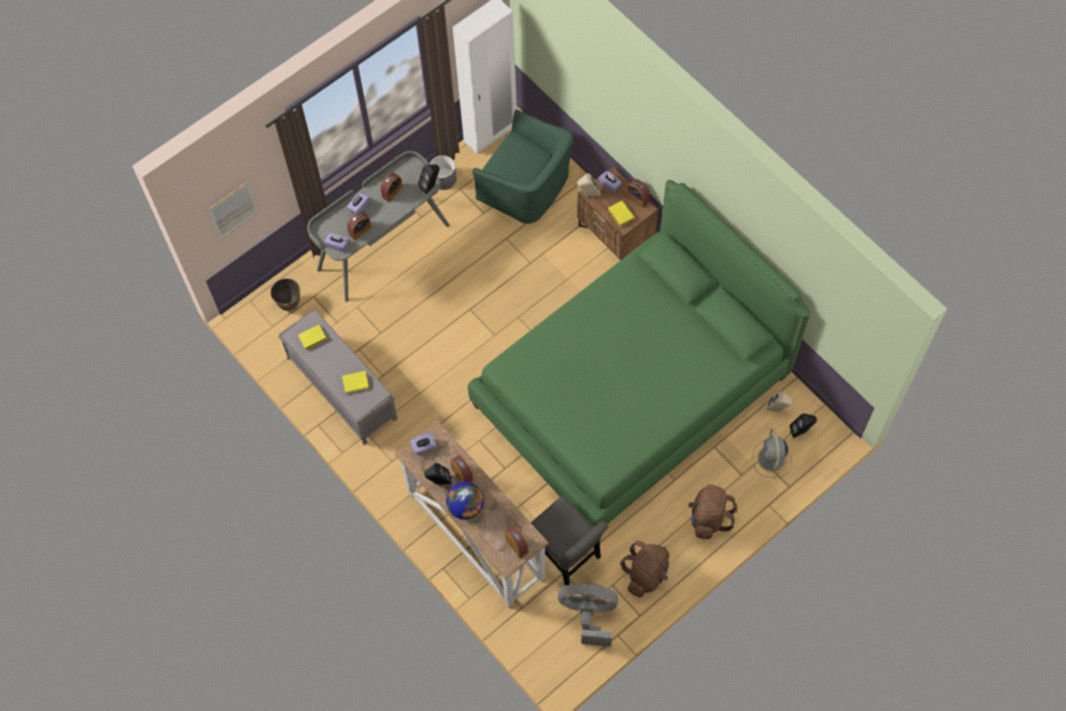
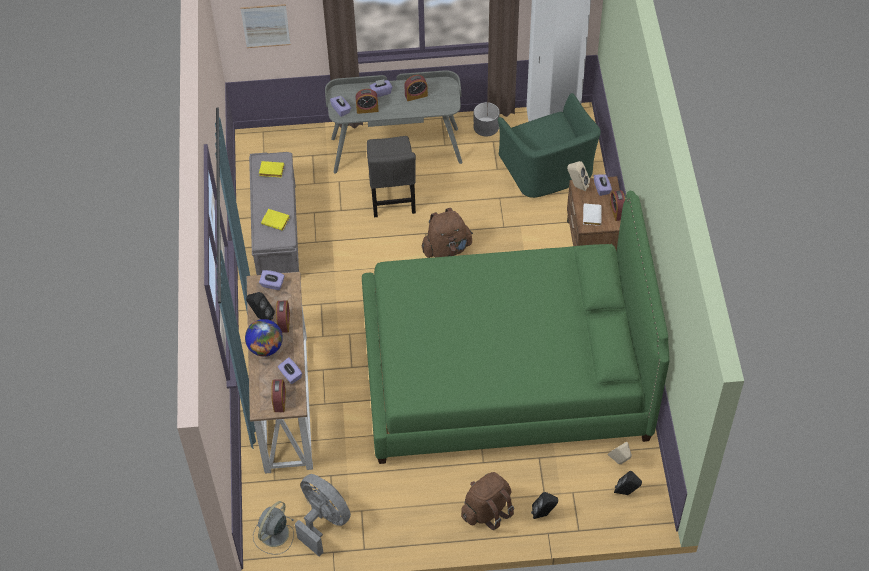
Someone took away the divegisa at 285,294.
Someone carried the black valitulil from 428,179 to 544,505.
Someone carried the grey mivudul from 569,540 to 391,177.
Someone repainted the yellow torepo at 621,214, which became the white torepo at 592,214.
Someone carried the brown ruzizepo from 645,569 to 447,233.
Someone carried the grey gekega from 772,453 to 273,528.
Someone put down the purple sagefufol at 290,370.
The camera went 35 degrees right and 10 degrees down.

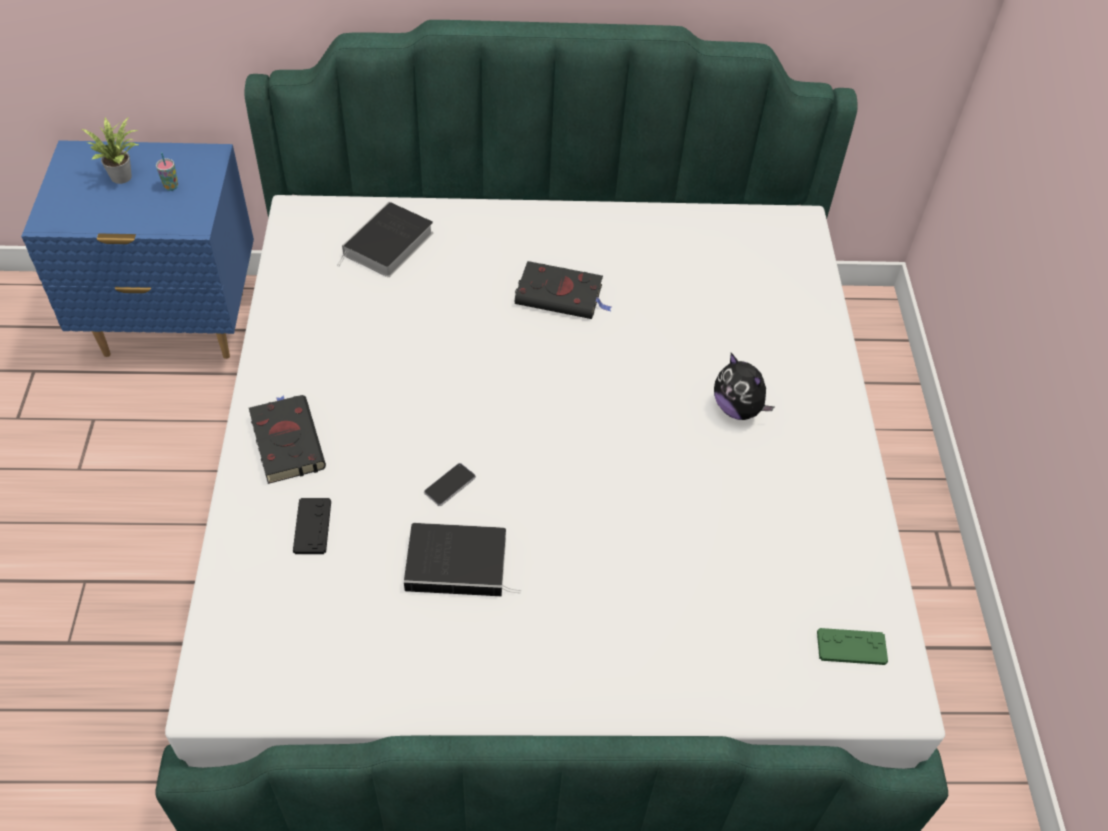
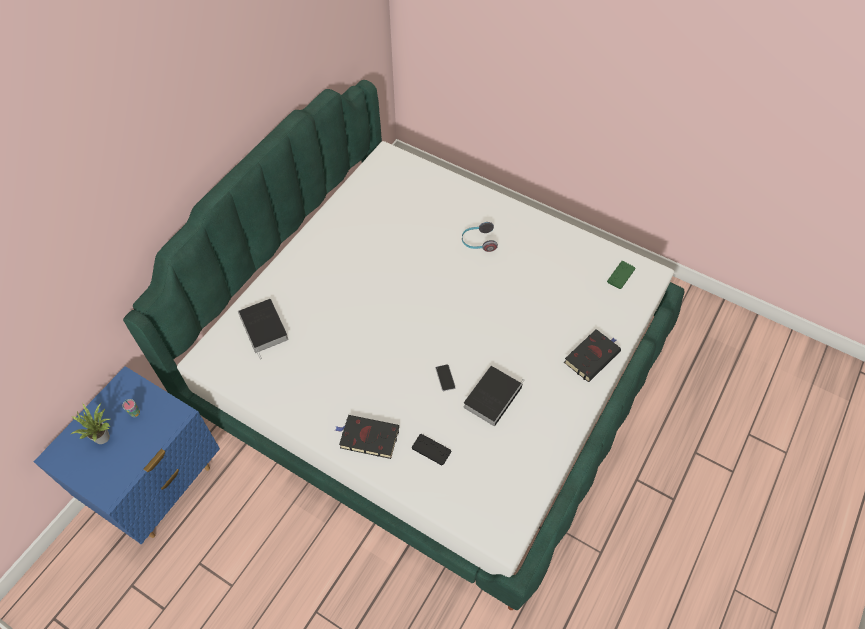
Someone carried the black torepo from 563,290 to 592,355.
Someone swapped the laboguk at 744,386 for the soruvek at 480,237.
The camera went 55 degrees left and 5 degrees up.

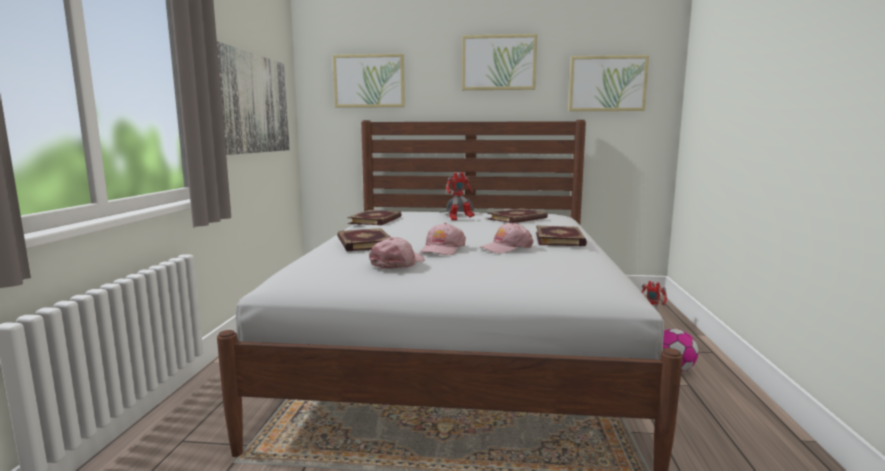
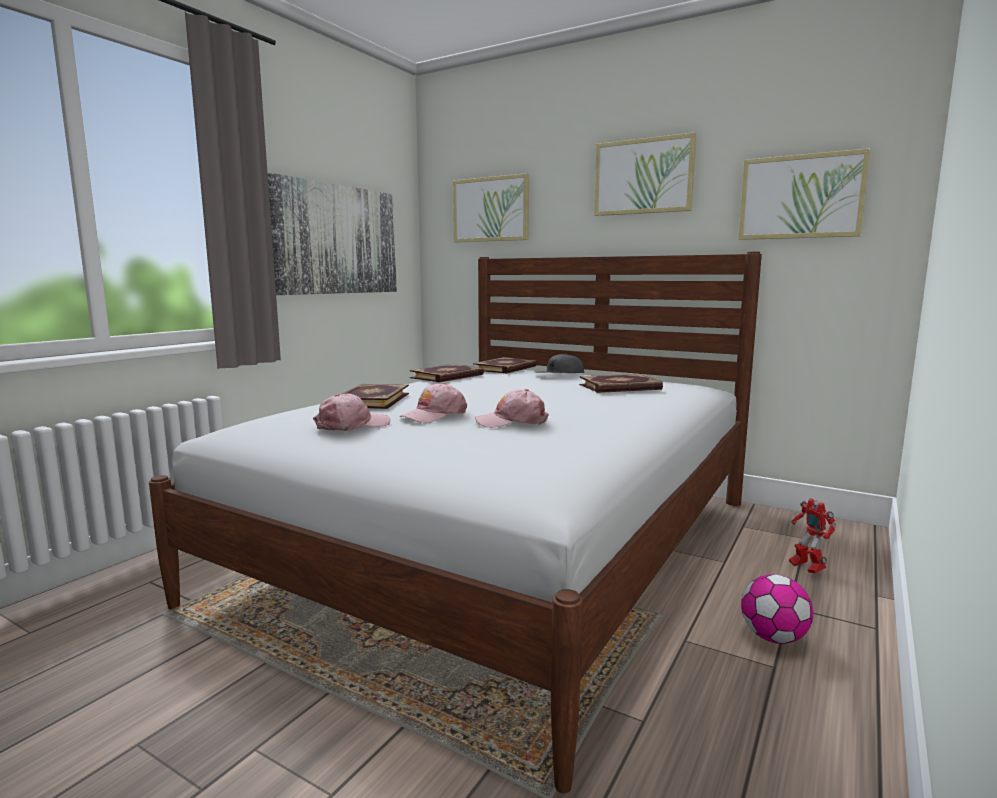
Someone took away the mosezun at 460,196.
Someone carried the torepo from 561,235 to 505,365.
The camera went 25 degrees right and 0 degrees up.

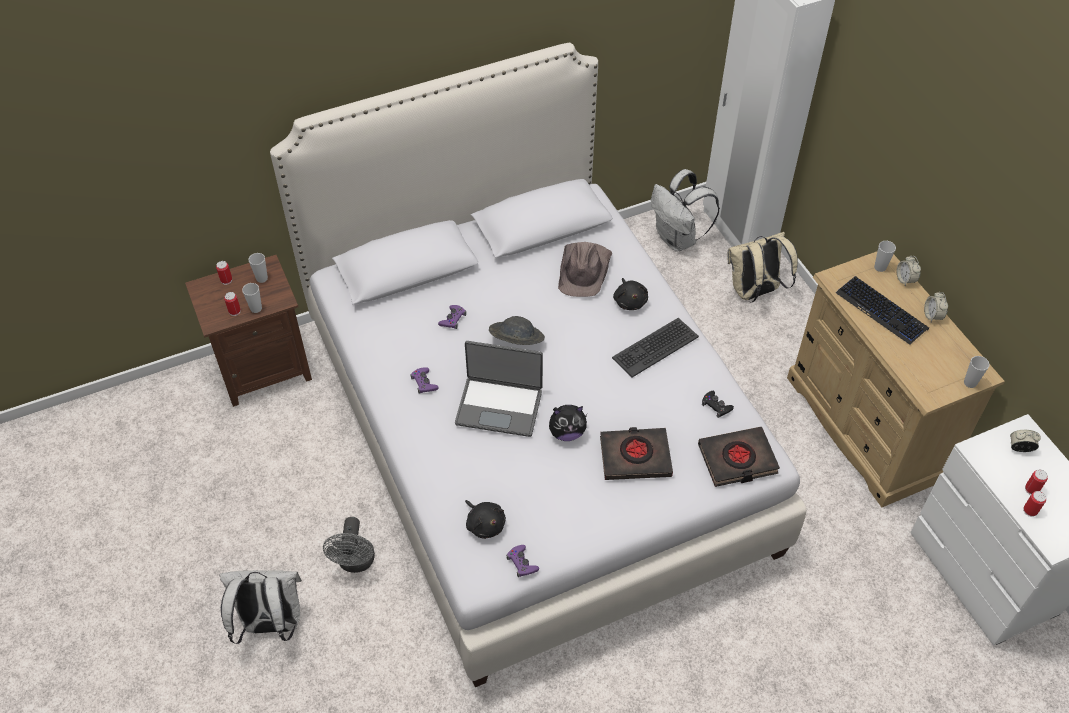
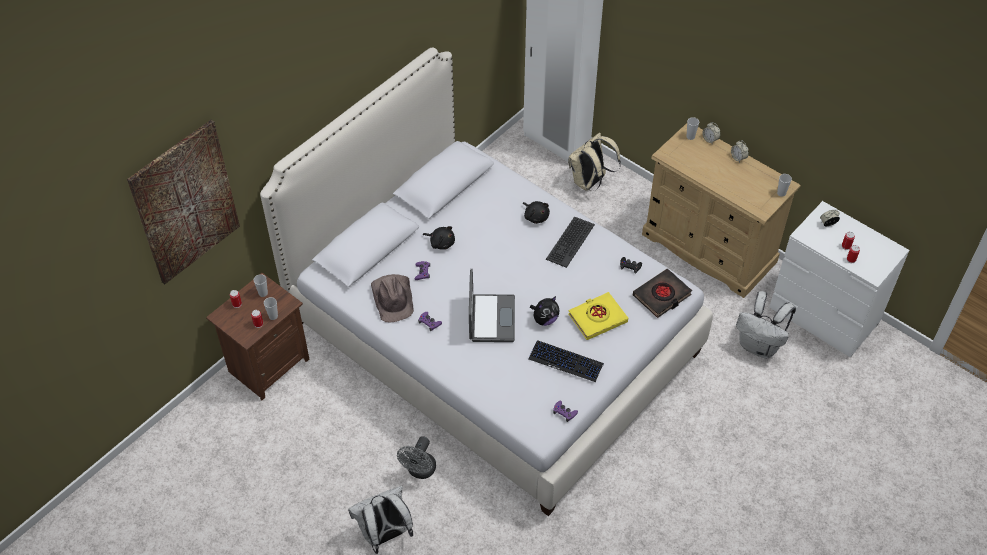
Someone rotated the grey gekega at 349,545 by 45 degrees clockwise.
Someone rotated the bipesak at 499,389 by 75 degrees counterclockwise.
Someone carried the black laboguk from 485,519 to 439,238.
Someone took away the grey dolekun at 517,330.
Someone carried the brown dolekun from 585,269 to 392,298.
Someone repainted the black torepo at 636,453, which became the yellow torepo at 598,316.
Someone carried the white ruzizepo from 685,210 to 766,325.
Someone carried the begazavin from 882,310 to 566,361.
Someone put up the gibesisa at 183,202.
The camera went 25 degrees left and 0 degrees up.

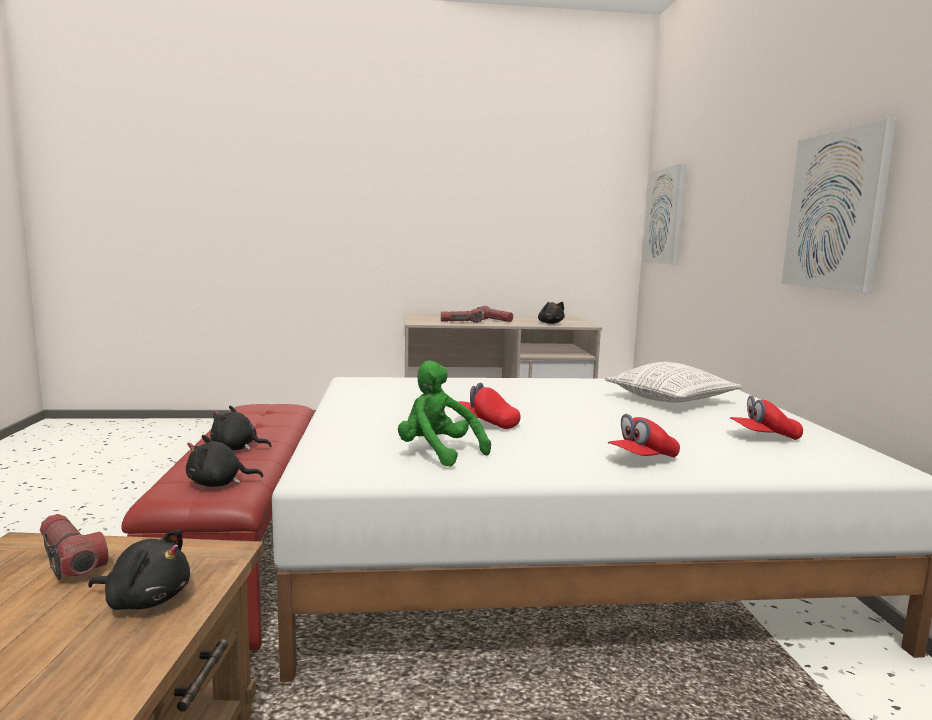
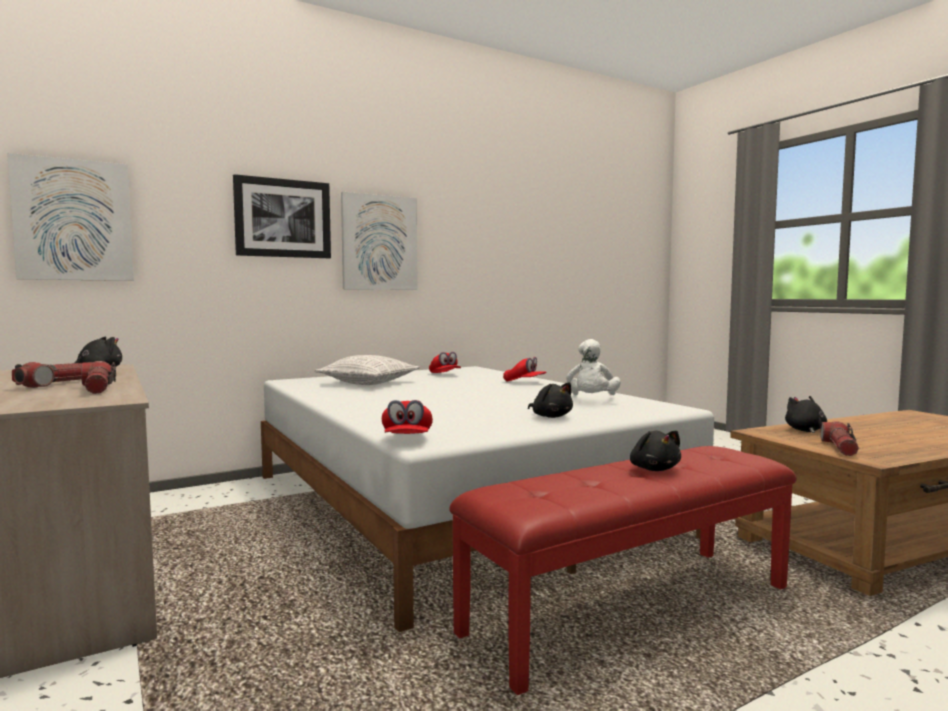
Someone carried the black laboguk from 224,461 to 550,400.
Someone repainted the green laboguk at 444,413, which became the white laboguk at 594,367.
Someone carried the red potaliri from 489,406 to 407,417.
Someone put up the gibesisa at 282,216.
The camera went 115 degrees left and 5 degrees down.

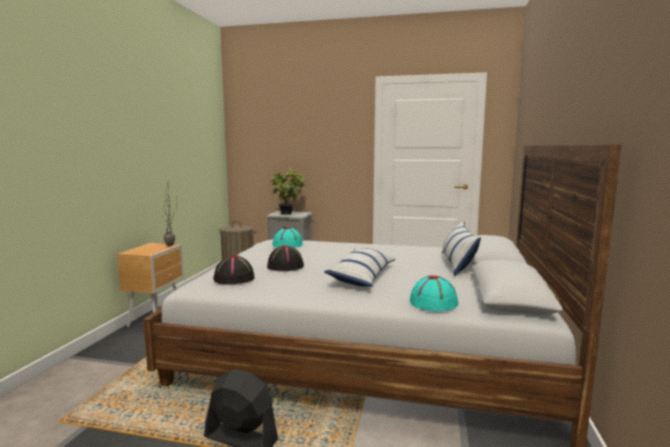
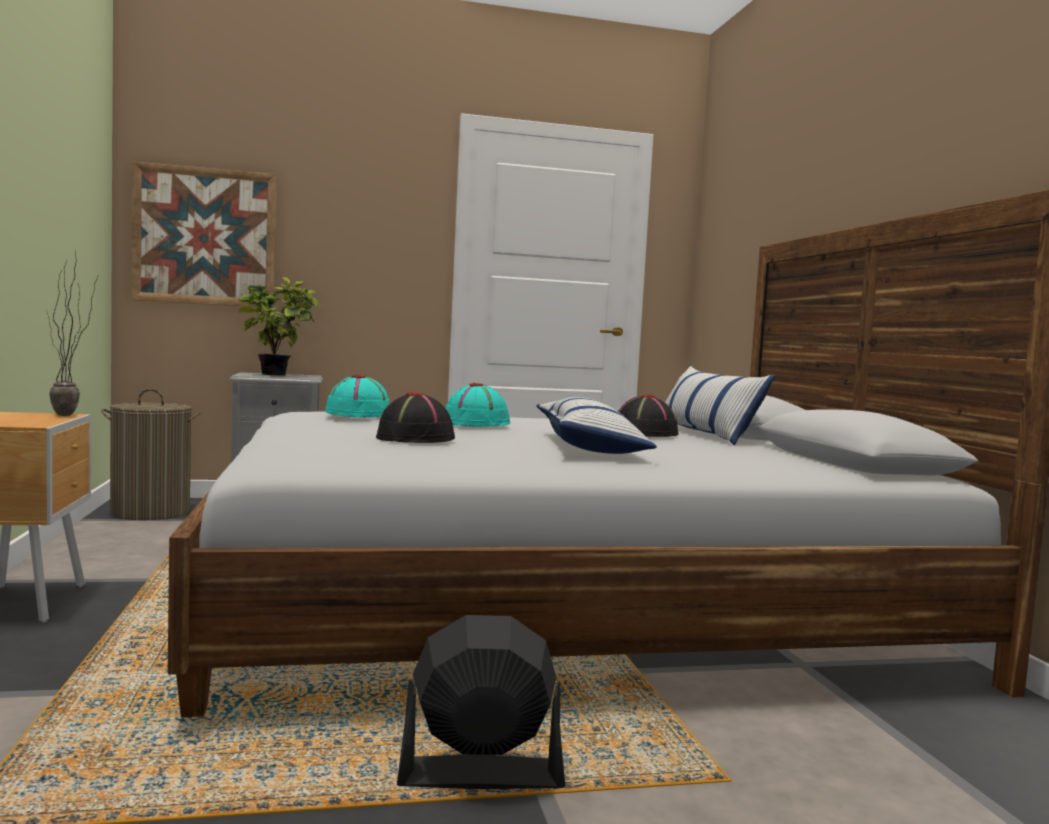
Someone carried the black dolekun from 234,269 to 648,416.
Someone carried the turquoise dolekun from 434,293 to 477,405.
Someone put up the gibesisa at 204,234.
The camera went 25 degrees left and 5 degrees down.

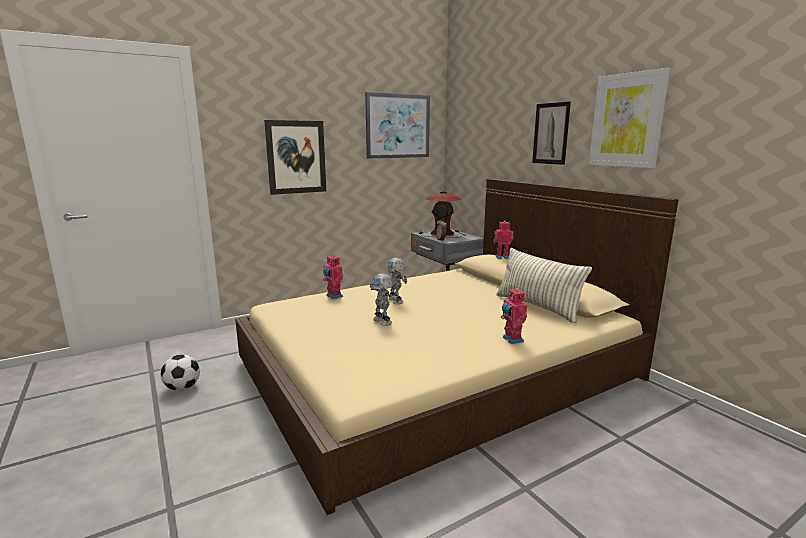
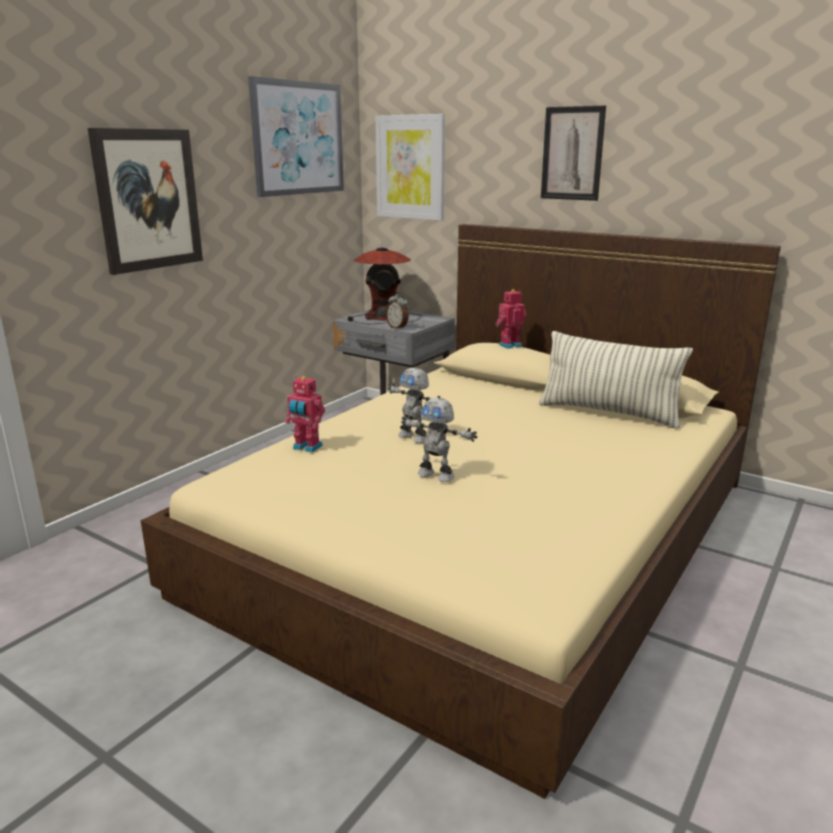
Someone took away the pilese at 180,372.
Someone took away the mosezun at 514,315.
Someone carried the gibesisa from 629,118 to 410,167.
The camera went 25 degrees left and 5 degrees up.

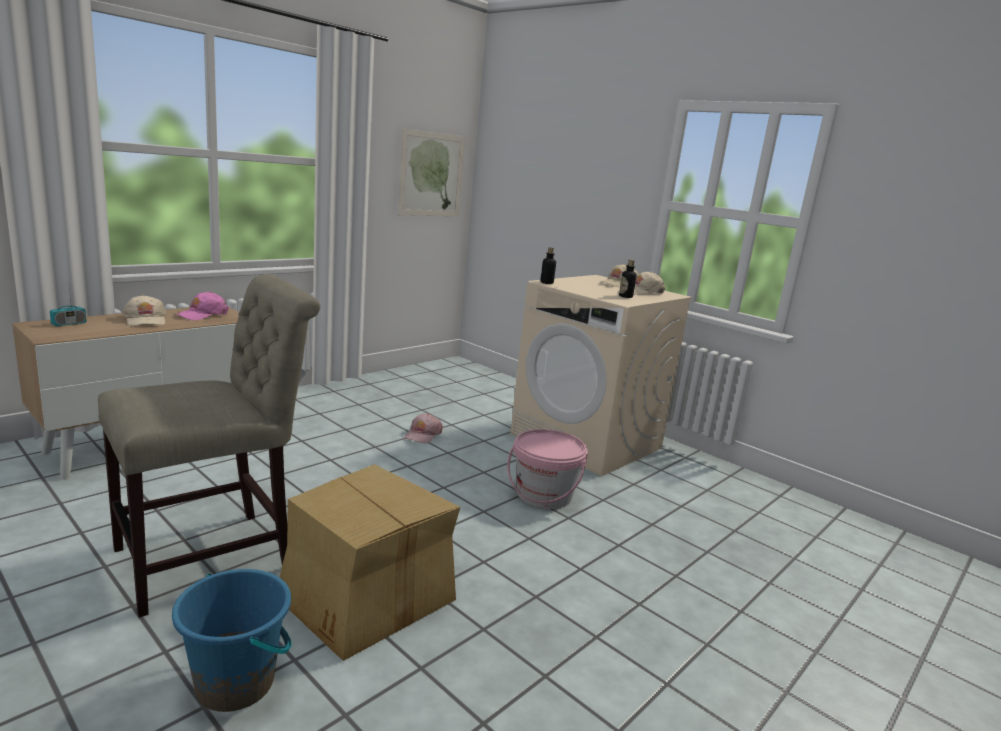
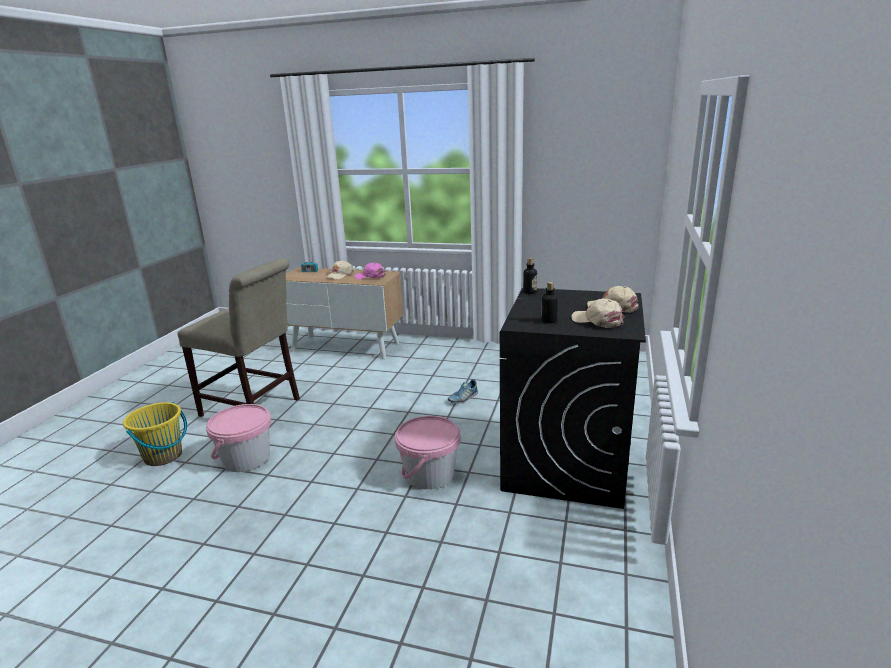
Someone repainted the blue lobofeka at 232,640, which became the yellow lobofeka at 155,434.
Someone swapped the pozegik at 369,562 for the pink lobofeka at 238,438.
Someone took away the gibesisa at 431,172.
Someone swapped the pink potaliri at 423,428 for the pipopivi at 463,391.
Someone repainted the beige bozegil at 601,375, which became the black bozegil at 573,398.
The camera went 65 degrees right and 5 degrees up.

